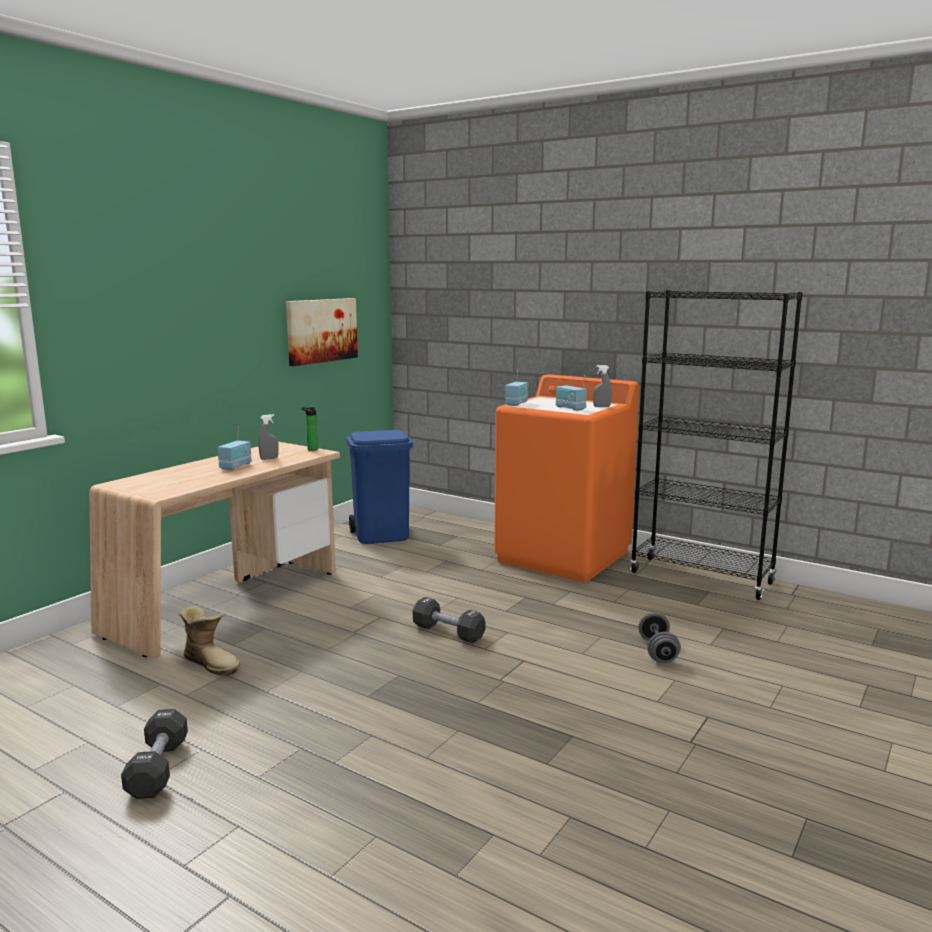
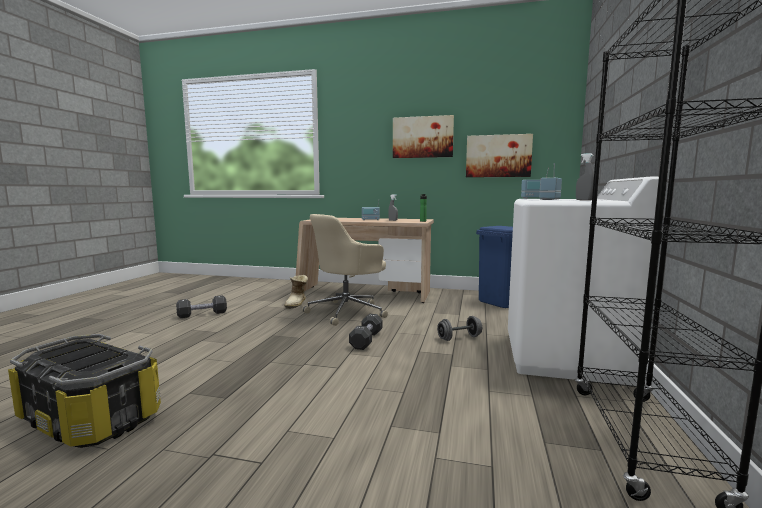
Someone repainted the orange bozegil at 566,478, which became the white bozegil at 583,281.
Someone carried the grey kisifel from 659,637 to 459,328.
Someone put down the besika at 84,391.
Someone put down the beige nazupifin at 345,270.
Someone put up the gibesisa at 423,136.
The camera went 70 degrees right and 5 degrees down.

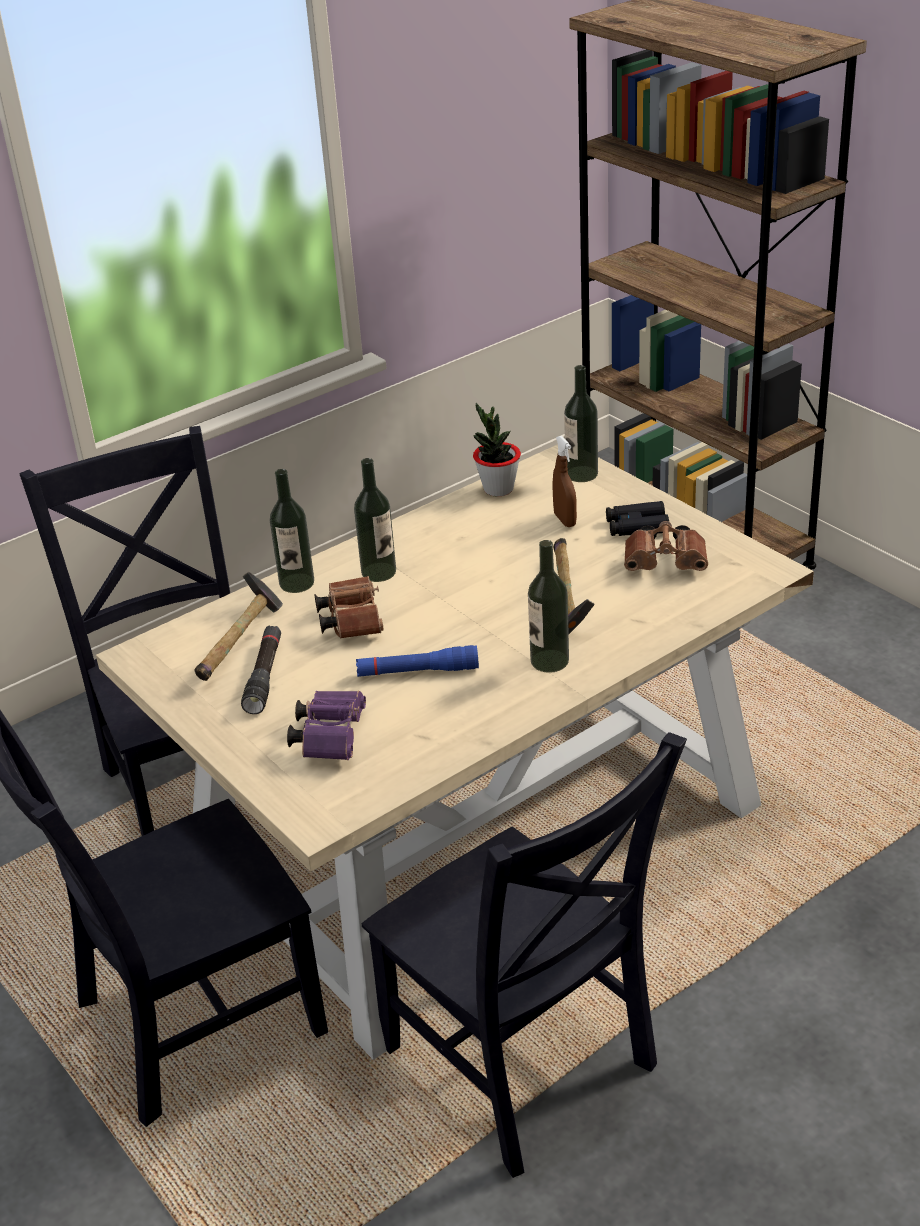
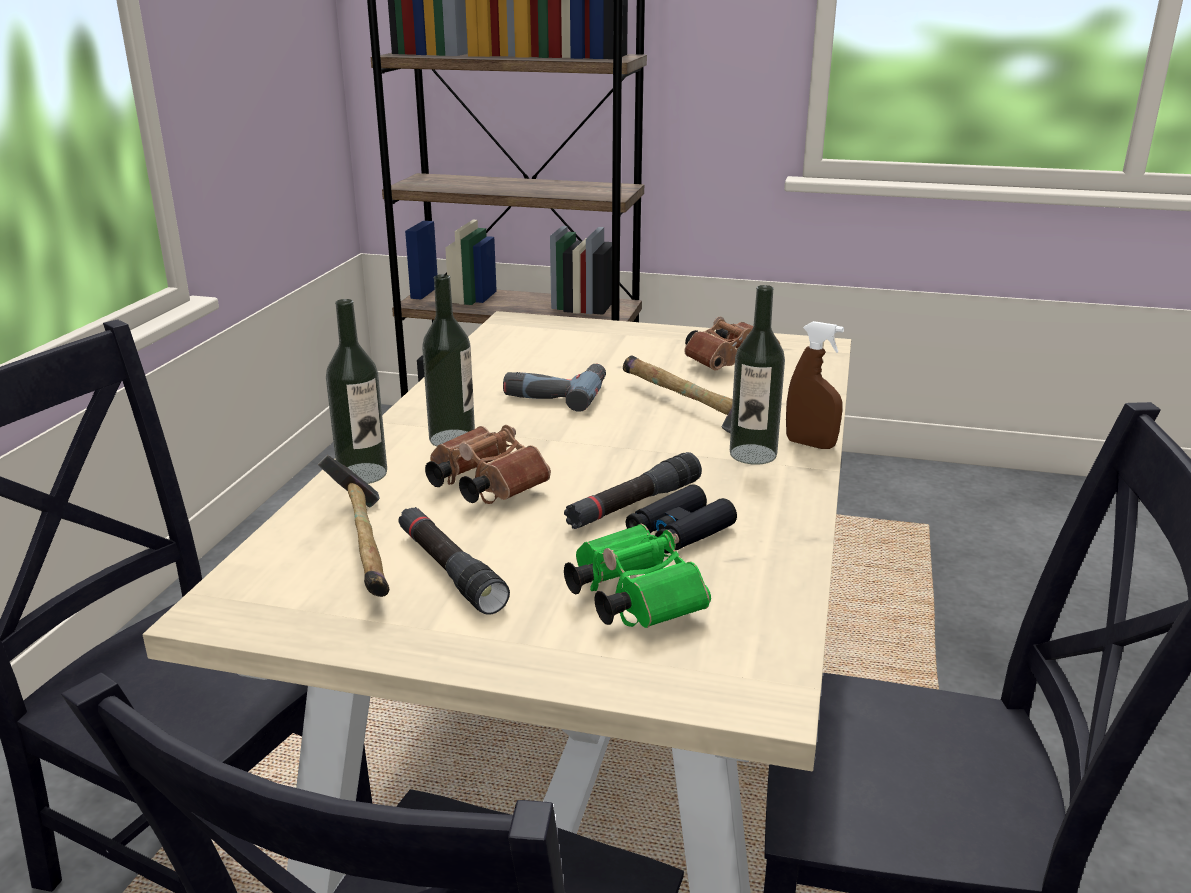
Someone repainted the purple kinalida at 326,725, which became the green kinalida at 637,576.
Someone repainted the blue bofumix at 417,661, which became the black bofumix at 633,490.
Someone took away the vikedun at 497,450.
Someone carried the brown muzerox from 565,481 to 815,385.
Someone took away the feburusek at 581,423.
Someone carried the black kinalida from 637,518 to 681,519.
Someone put down the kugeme at 554,387.
The camera went 40 degrees left and 10 degrees down.

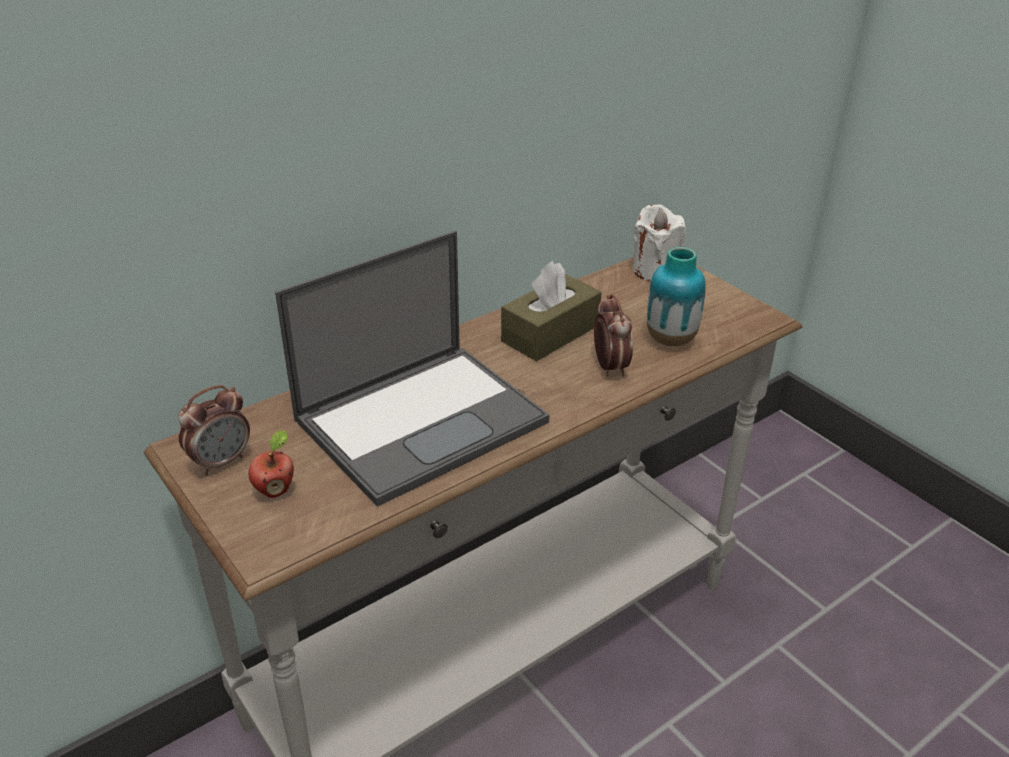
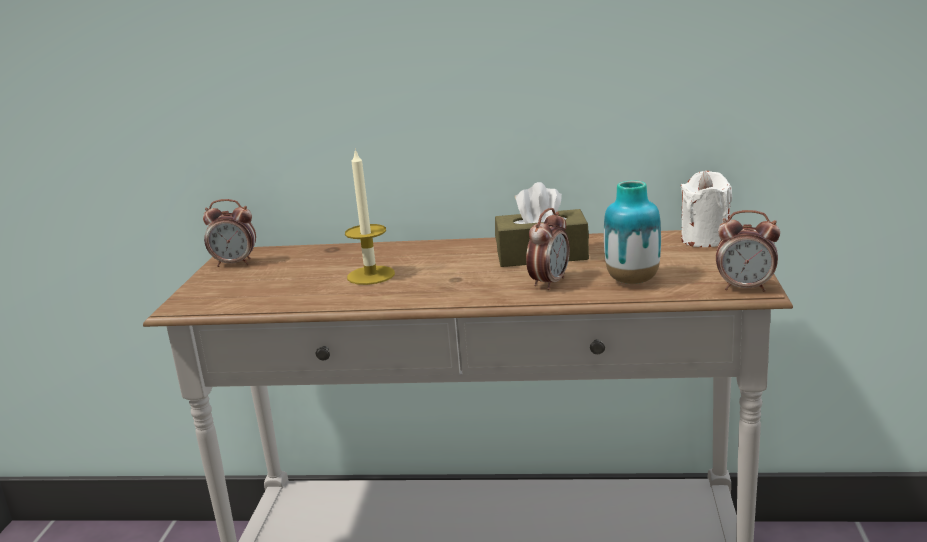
Someone took away the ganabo at 271,464.
Someone swapped the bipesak at 412,368 for the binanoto at 370,216.
Someone put down the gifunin at 748,251.
The camera went 45 degrees right and 15 degrees down.

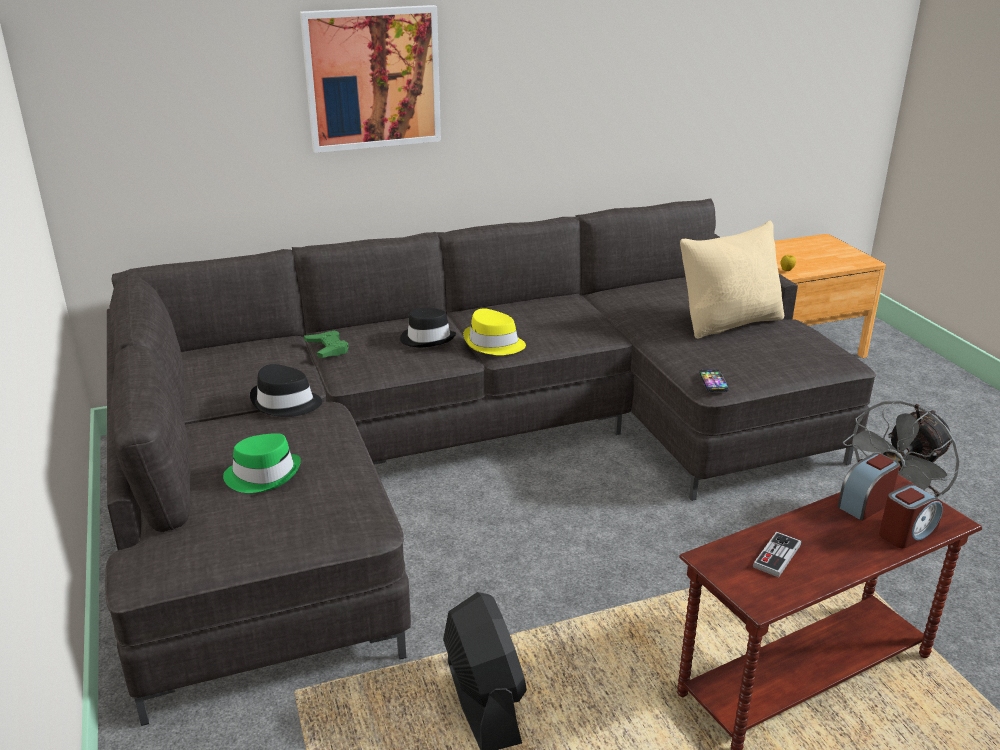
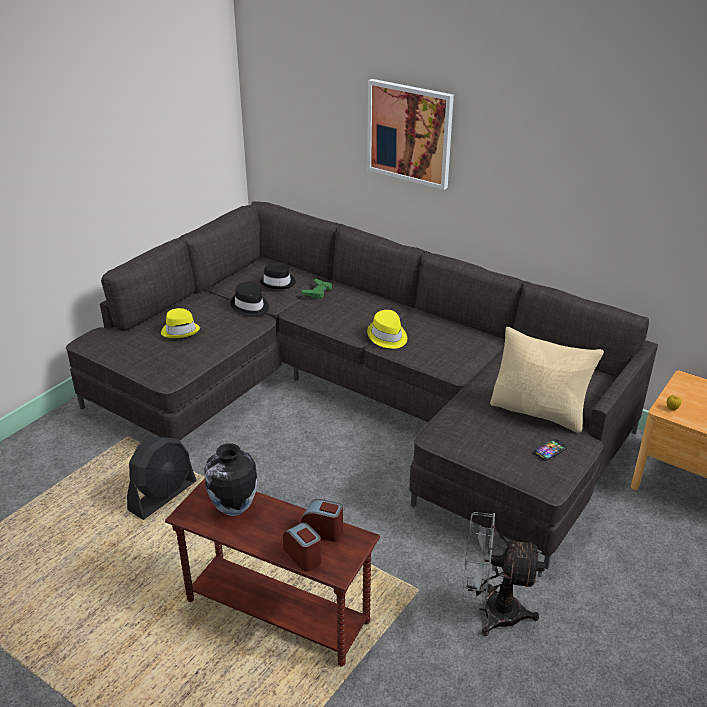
Someone repainted the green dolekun at 262,463, which became the yellow dolekun at 180,323.
Someone carried the black dolekun from 428,328 to 277,276.
Someone carried the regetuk from 714,381 to 550,450.
Someone swapped the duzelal at 777,554 for the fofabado at 230,479.
Someone rotated the gifunin at 911,516 by 150 degrees counterclockwise.
The camera went 55 degrees right and 5 degrees up.

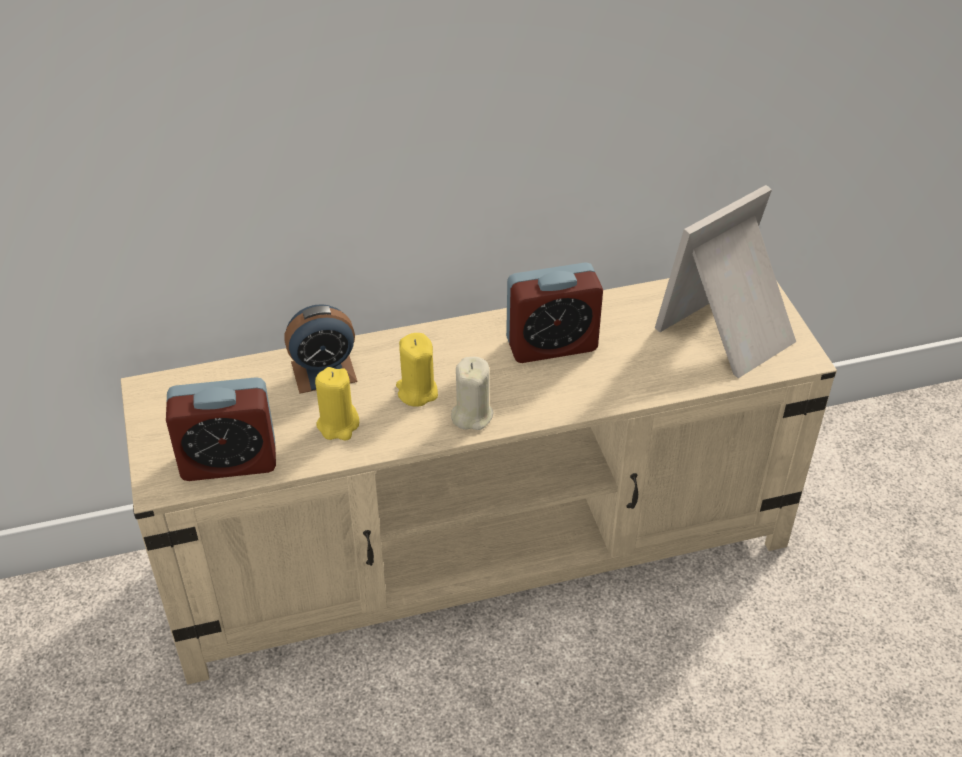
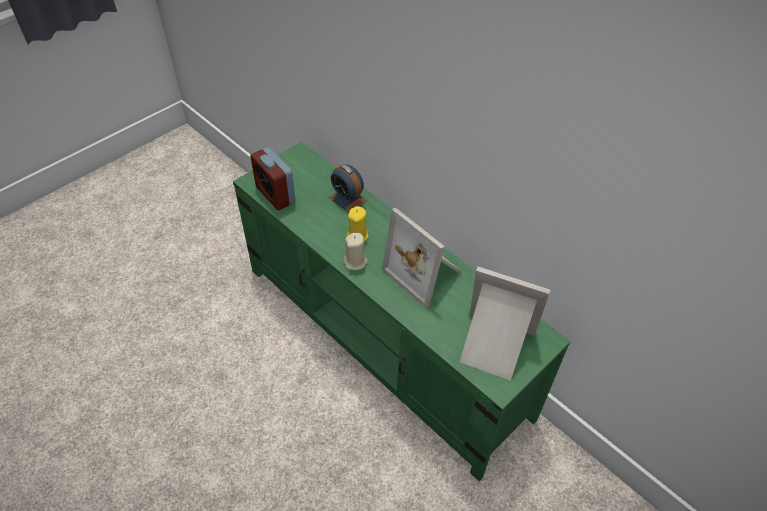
Someone repainted the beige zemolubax at 479,481, which became the green zemolubax at 401,311.
Someone took away the yellow binanoto at 337,403.
Someone swapped the gifunin at 554,312 for the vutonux at 422,257.
The camera went 60 degrees right and 5 degrees up.

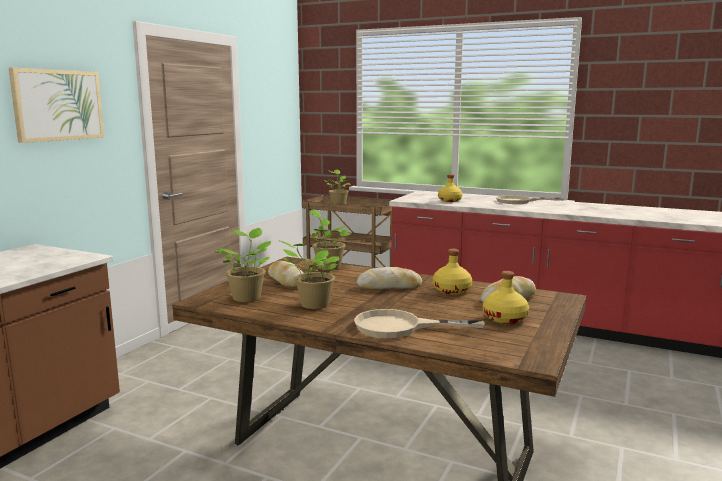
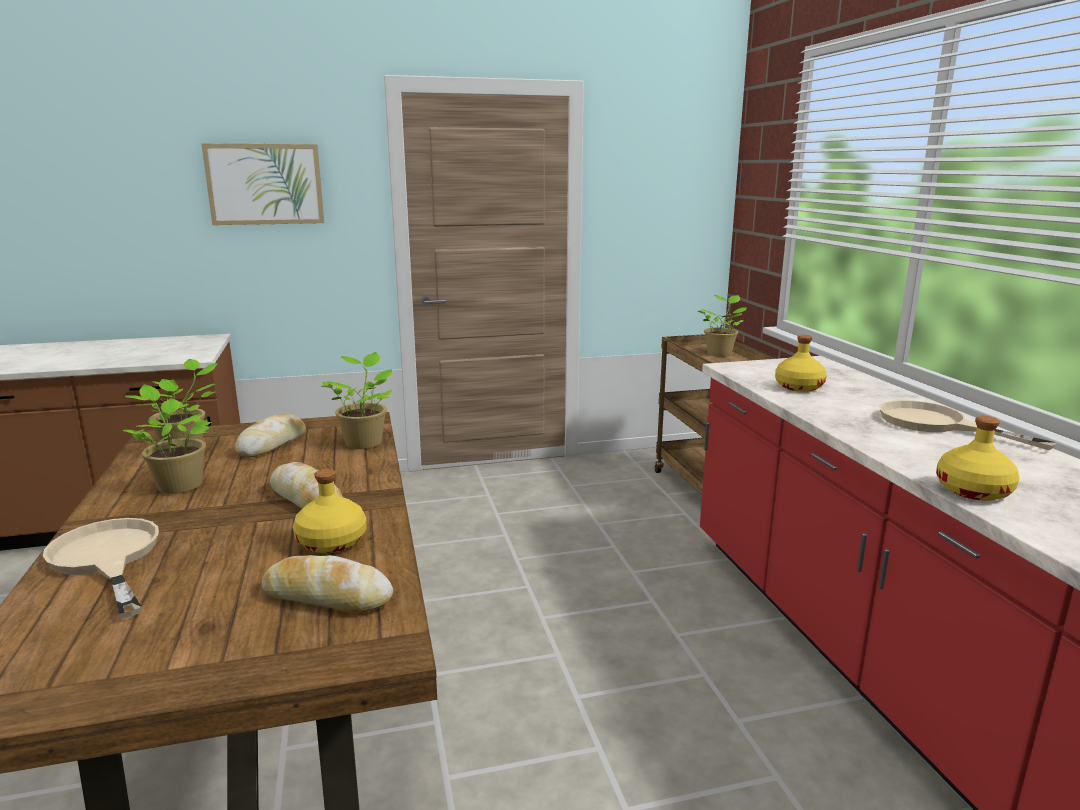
Someone carried the yellow feburusek from 506,297 to 978,458.
The camera went 50 degrees right and 5 degrees up.

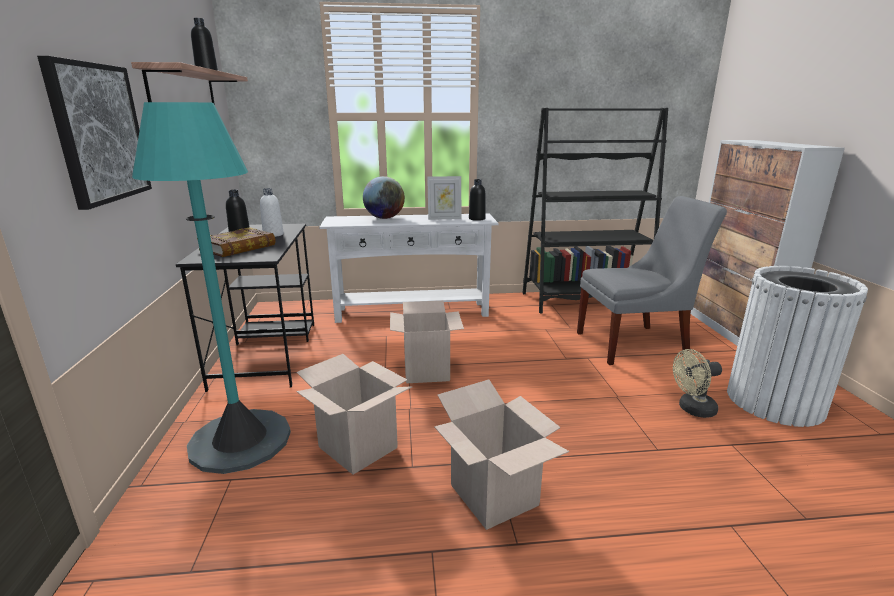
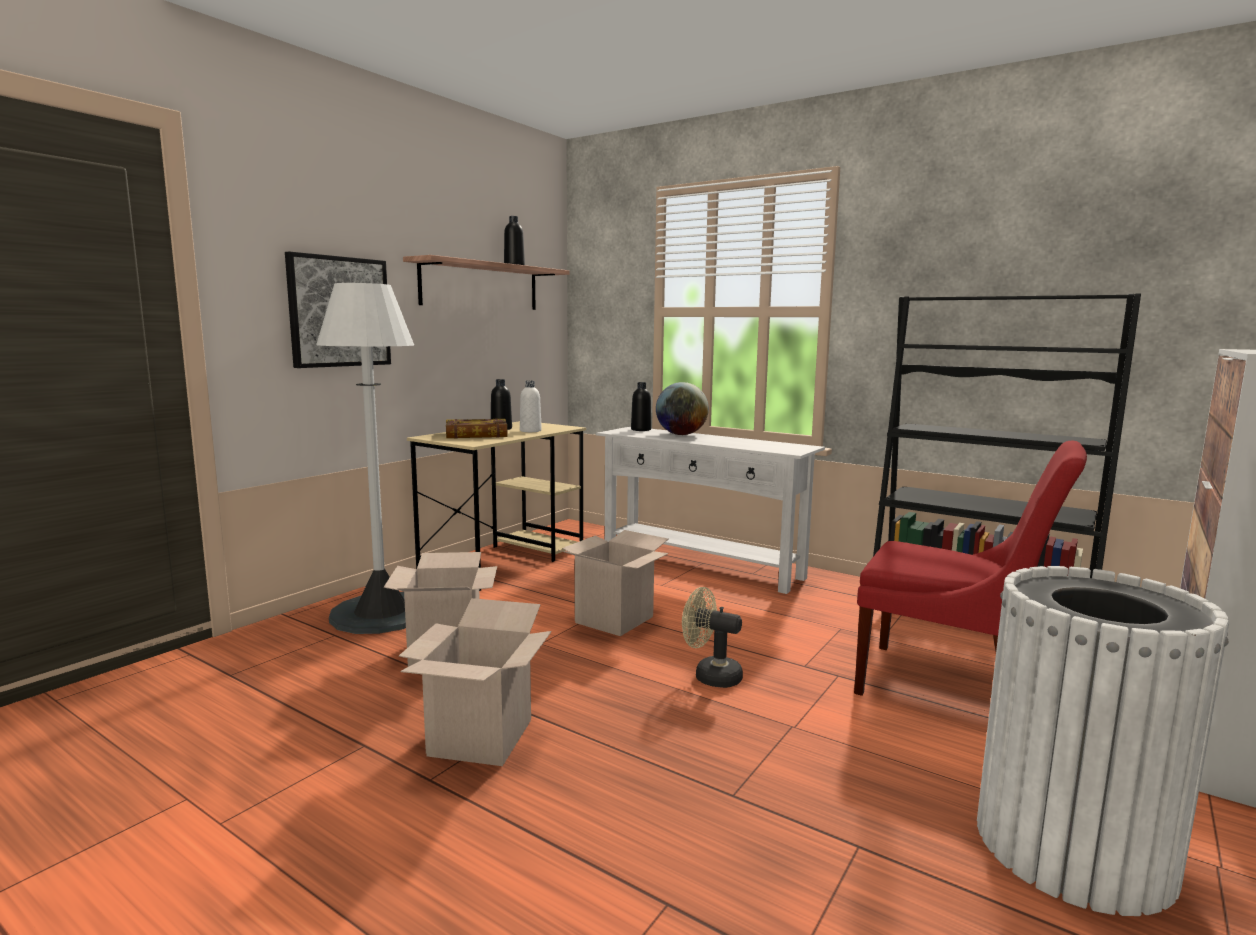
Someone repainted the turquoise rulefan at 211,288, which became the white rulefan at 365,458.
Someone repainted the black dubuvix at 245,308, which became the beige dubuvix at 496,506.
Someone took away the vutonux at 444,198.
Someone carried the black feburusek from 477,200 to 641,406.
Someone repainted the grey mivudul at 652,280, which became the red mivudul at 970,568.
Someone carried the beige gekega from 697,383 to 712,637.
The camera went 40 degrees right and 10 degrees down.

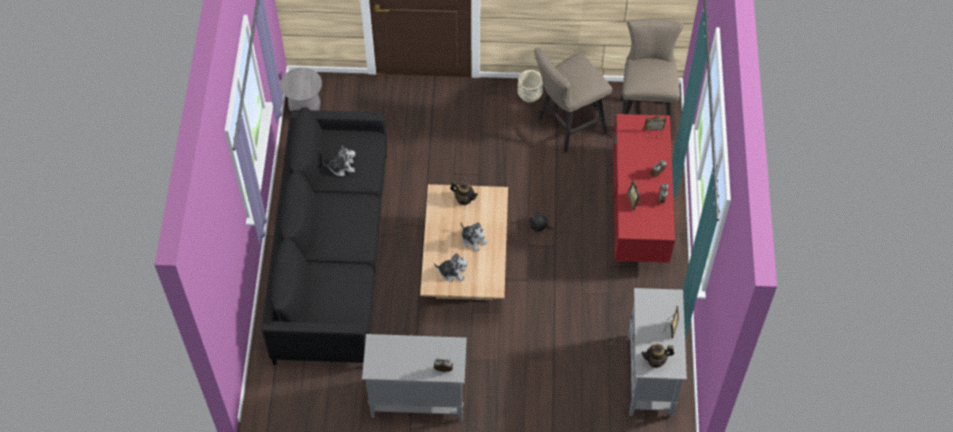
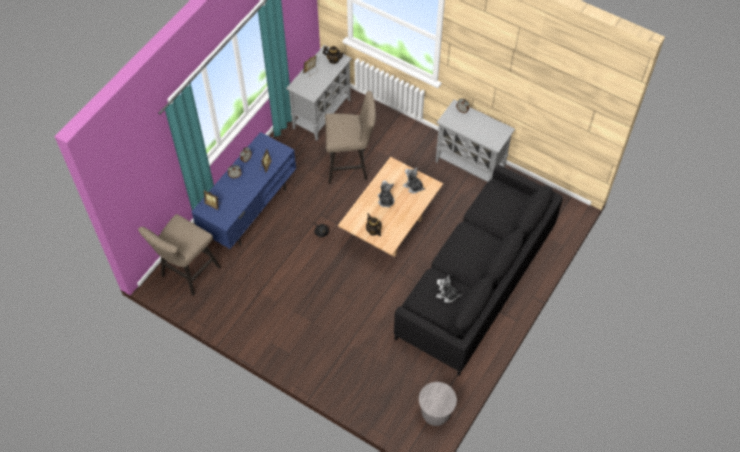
Someone took away the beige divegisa at 530,86.
Someone carried the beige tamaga from 573,100 to 350,137.
Someone repainted the red zemolubax at 644,188, which became the blue zemolubax at 244,190.
The camera went 150 degrees left and 0 degrees up.

